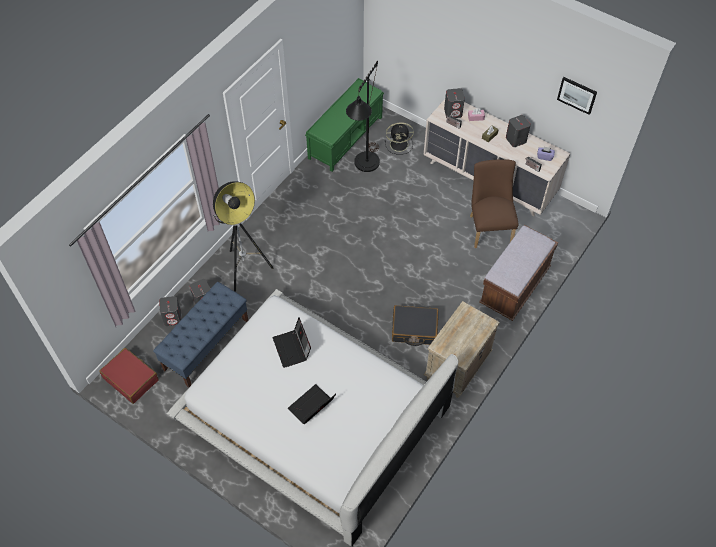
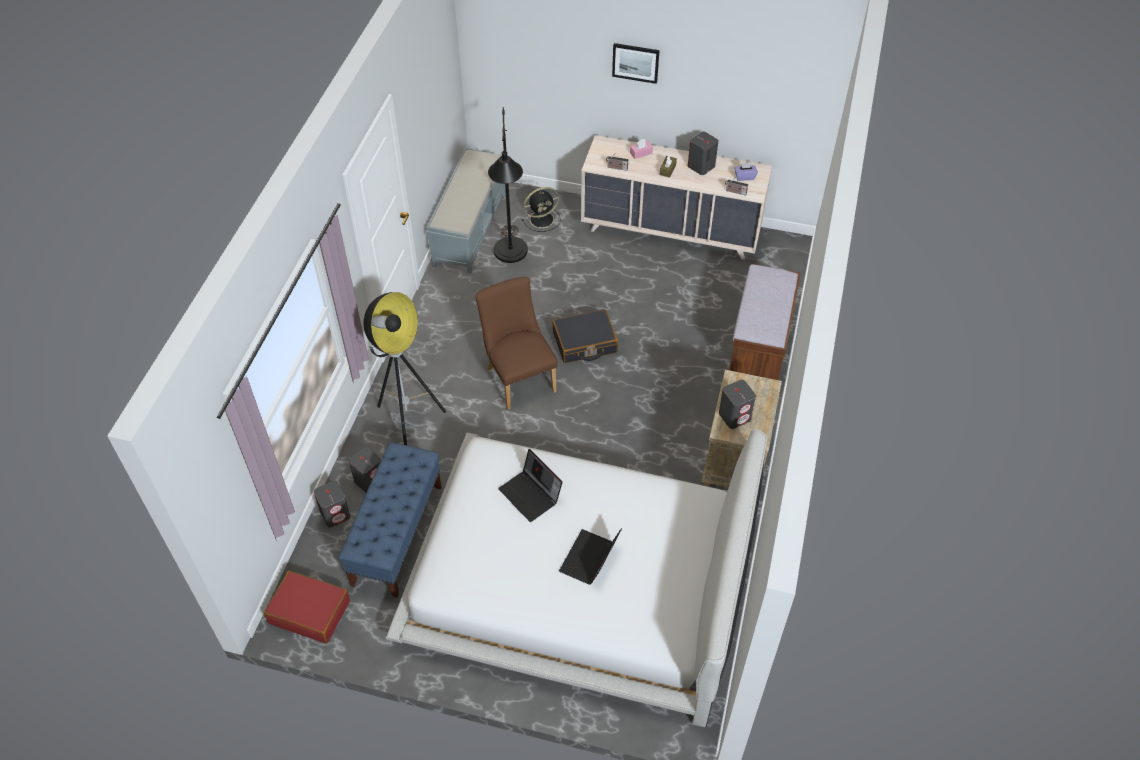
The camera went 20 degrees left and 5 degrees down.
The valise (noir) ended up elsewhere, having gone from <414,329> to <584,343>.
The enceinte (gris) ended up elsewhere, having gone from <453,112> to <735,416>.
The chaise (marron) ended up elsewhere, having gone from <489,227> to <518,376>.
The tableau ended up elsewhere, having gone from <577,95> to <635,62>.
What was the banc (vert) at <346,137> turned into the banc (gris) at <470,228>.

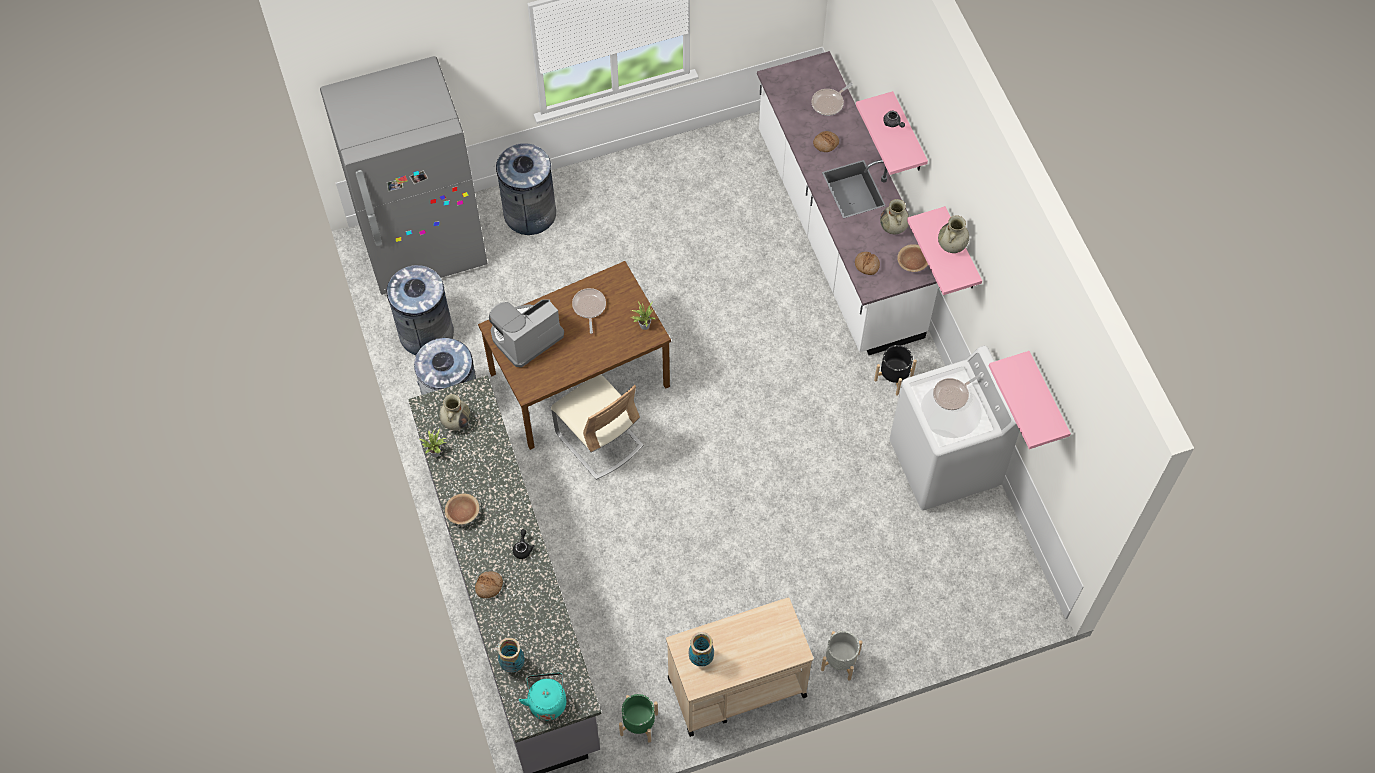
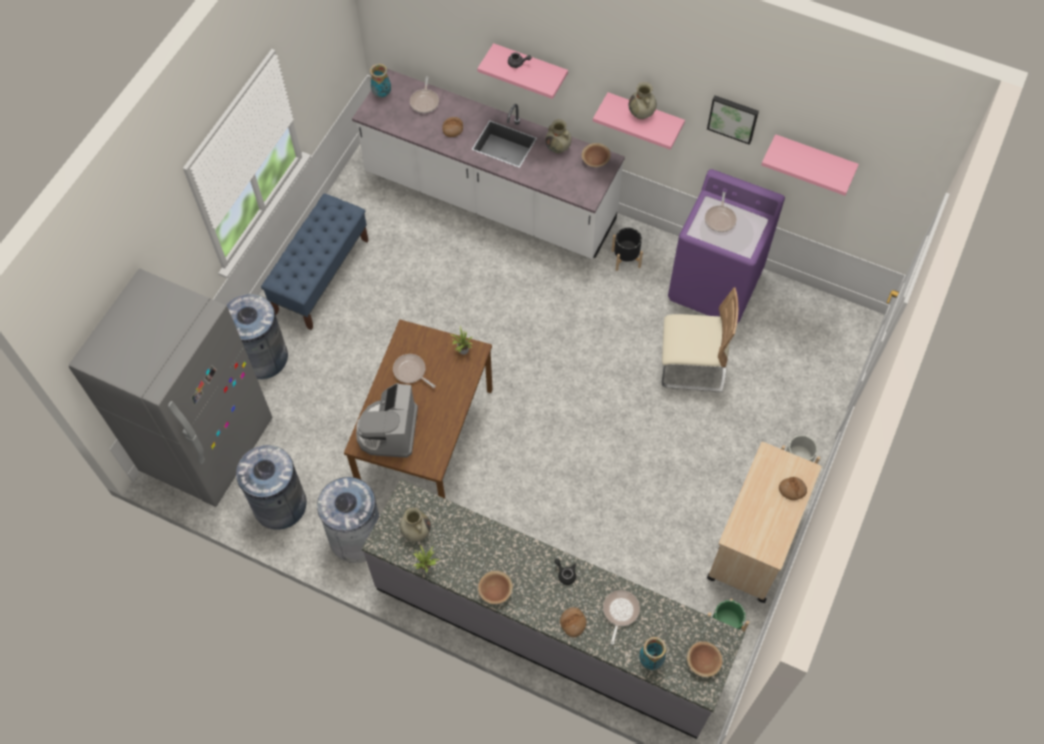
The camera went 45 degrees left and 0 degrees up.
The second view gained the banc (bleu) at <321,276>.
The second view gained the poêle at <620,612>.
The second view gained the tableau at <733,118>.
The chaise (beige) ended up elsewhere, having gone from <599,439> to <692,366>.
The vase ended up elsewhere, having gone from <701,657> to <382,93>.
The pain ended up elsewhere, having gone from <866,265> to <792,490>.
Where the bouilloire (turquoise) stood at <547,701>, the bol (marron) came to stand at <703,661>.
What was the lave-linge (blanc) at <944,464> turned into the lave-linge (violet) at <715,285>.

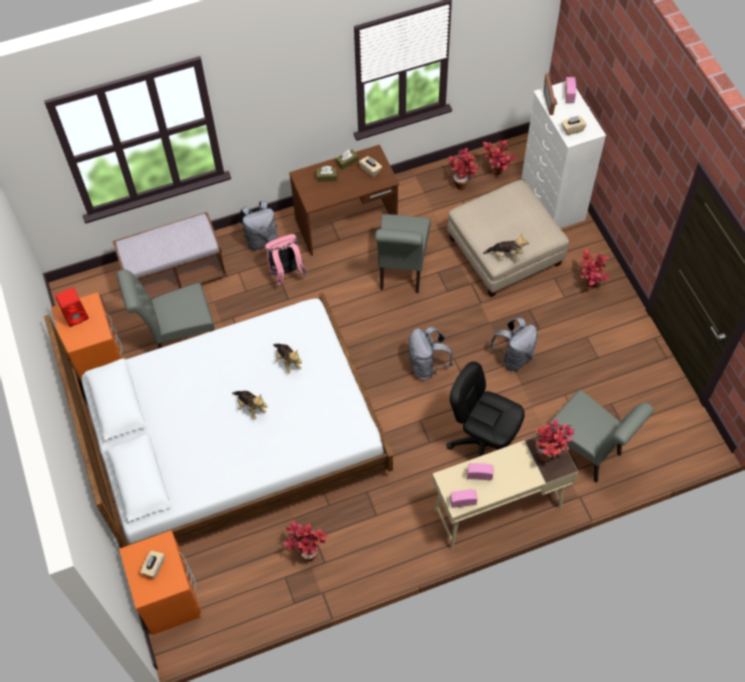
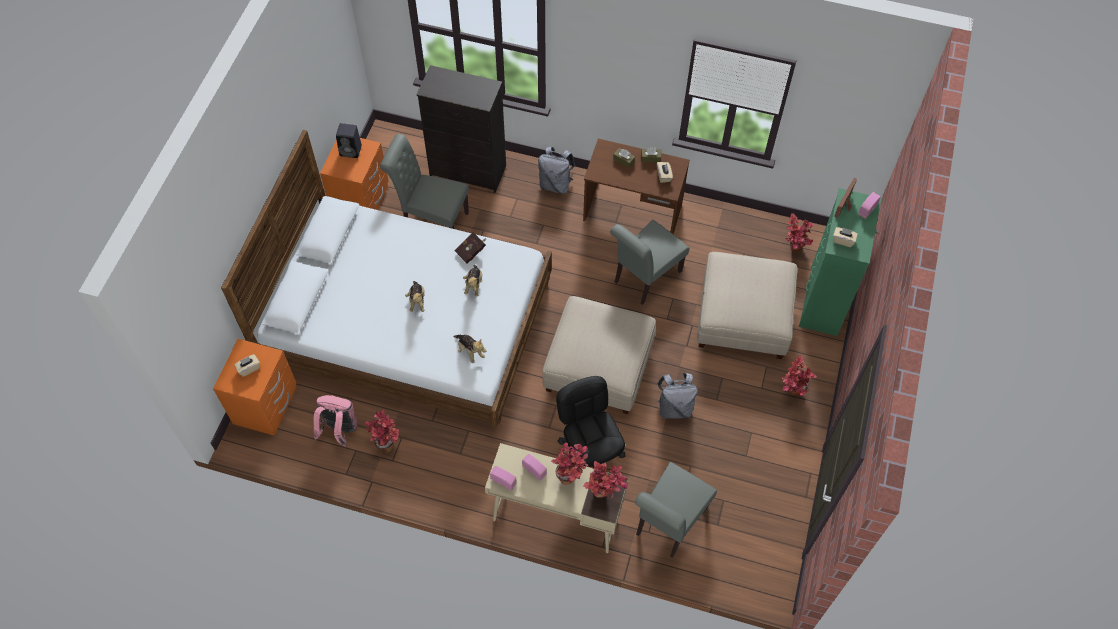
The camera went 35 degrees right and 0 degrees up.
The second view gained the livre (rouge) at <472,251>.
The sac à dos (rose) ended up elsewhere, having gone from <286,273> to <339,430>.
The plante en pot ended up elsewhere, having gone from <462,183> to <571,476>.
The peluche ended up elsewhere, having gone from <505,256> to <470,351>.
Where the banc (marron) stood at <176,276>, the commode (noir) came to stand at <468,172>.
Where the sac à dos (gris) stood at <427,366>, the pouf (beige) came to stand at <598,367>.
What was the enceinte (rouge) at <76,315> turned into the enceinte (noir) at <351,150>.
What was the commode (blanc) at <552,200> turned into the commode (vert) at <823,301>.
The chaise (gris) at <587,452> ended up facing another way, 45 degrees clockwise from before.

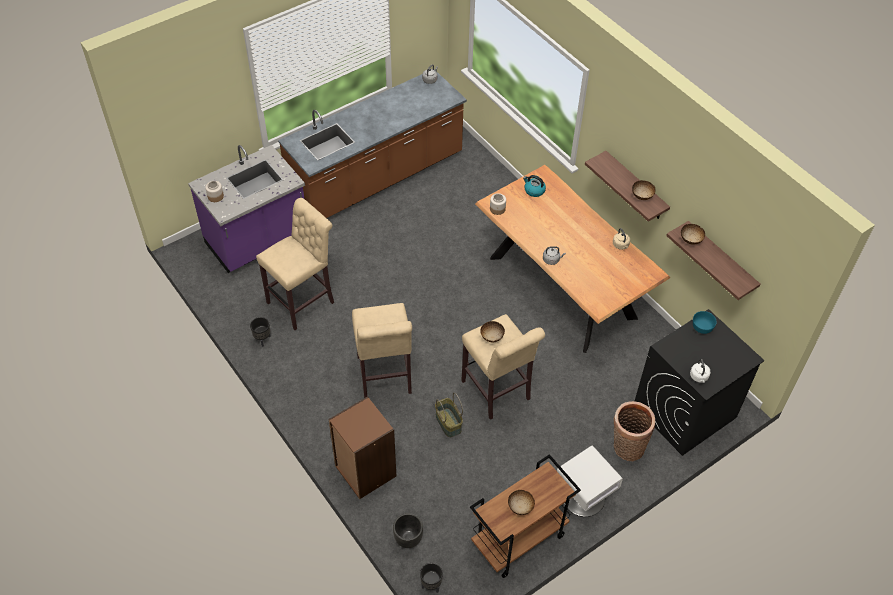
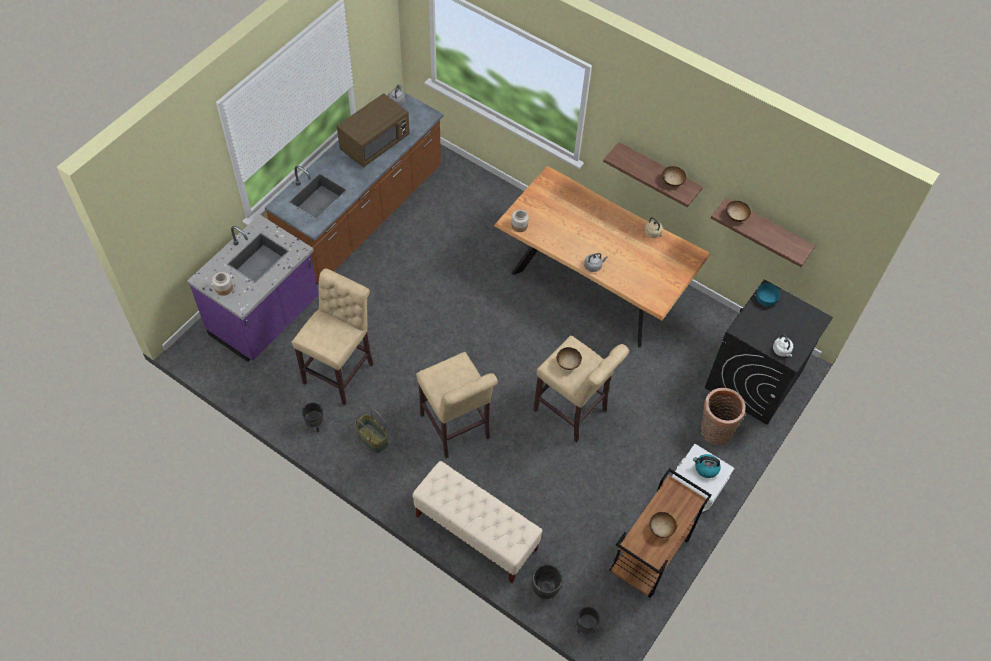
The camera went 20 degrees left and 5 degrees up.
The second view gained the micro-ondes (marron) at <375,143>.
The panier ended up elsewhere, having gone from <447,423> to <371,438>.
The bouilloire ended up elsewhere, having gone from <534,190> to <706,468>.
Where the bibliothèque (marron) stood at <365,471>, the banc (beige) came to stand at <475,532>.

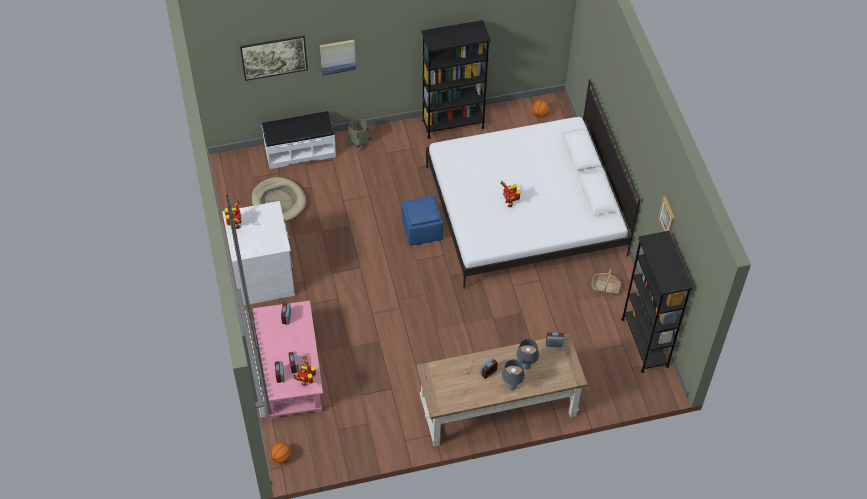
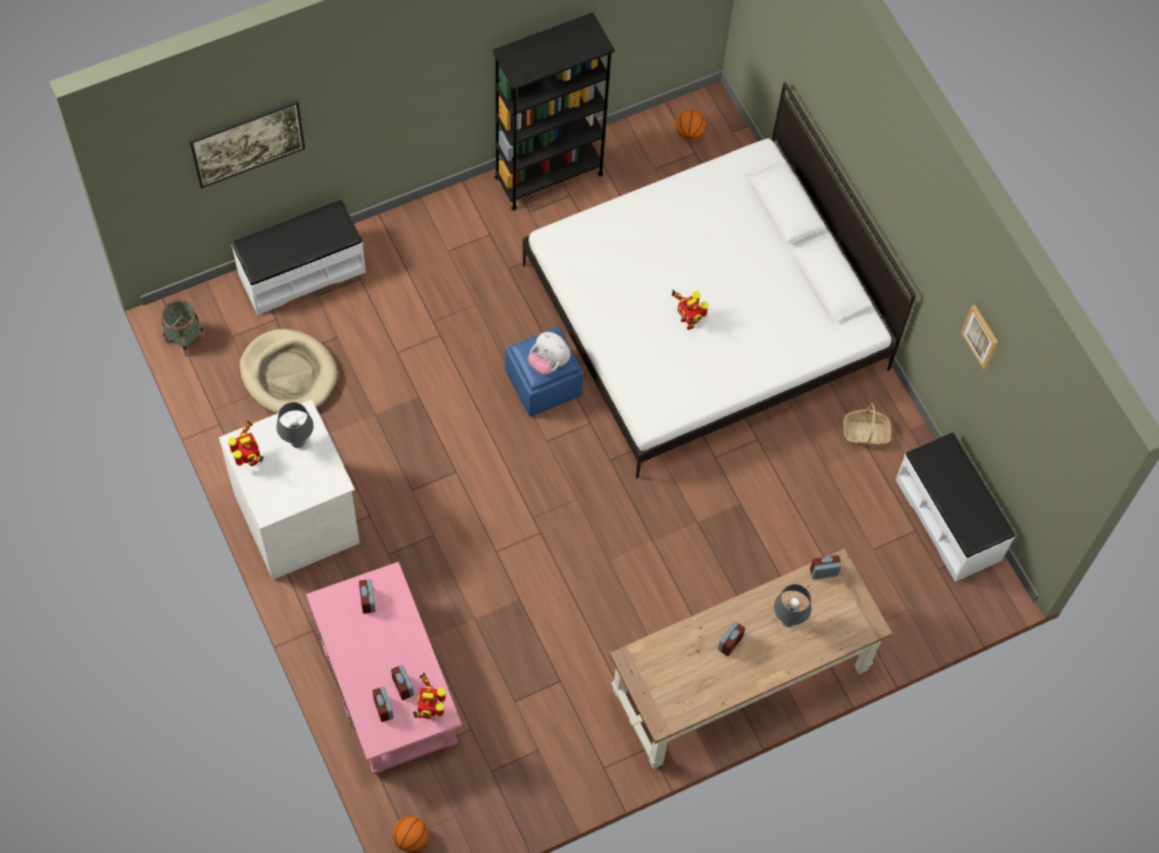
The camera went 15 degrees left and 10 degrees up.
The second view lost the tableau at <337,56>.
The second view gained the peluche at <548,362>.
The panier ended up elsewhere, having gone from <359,143> to <185,338>.
The lampe de table (gris) ended up elsewhere, having gone from <511,386> to <297,442>.
Where the bibliothèque (noir) stood at <644,342>, the banc (blanc) came to stand at <948,519>.

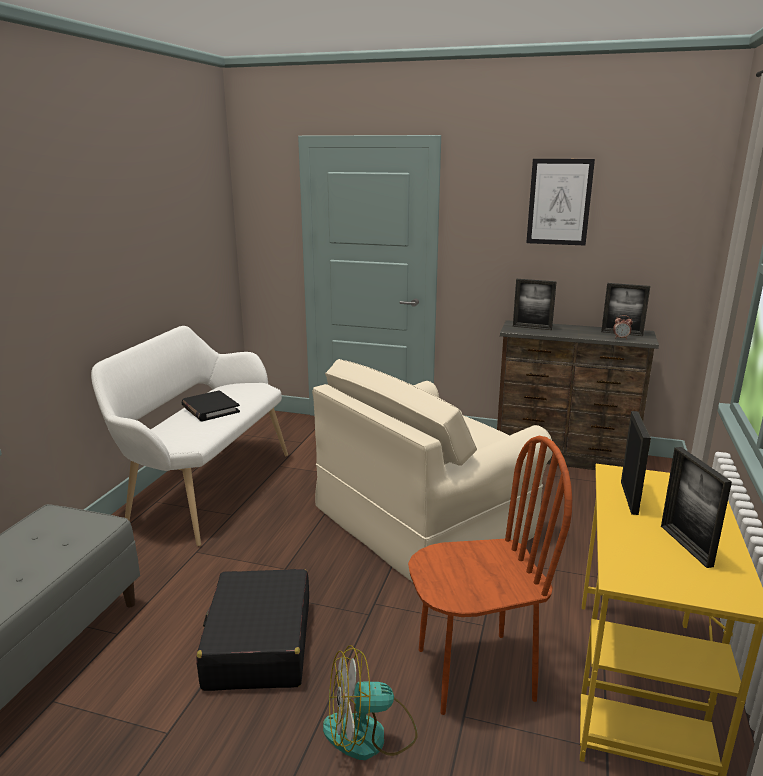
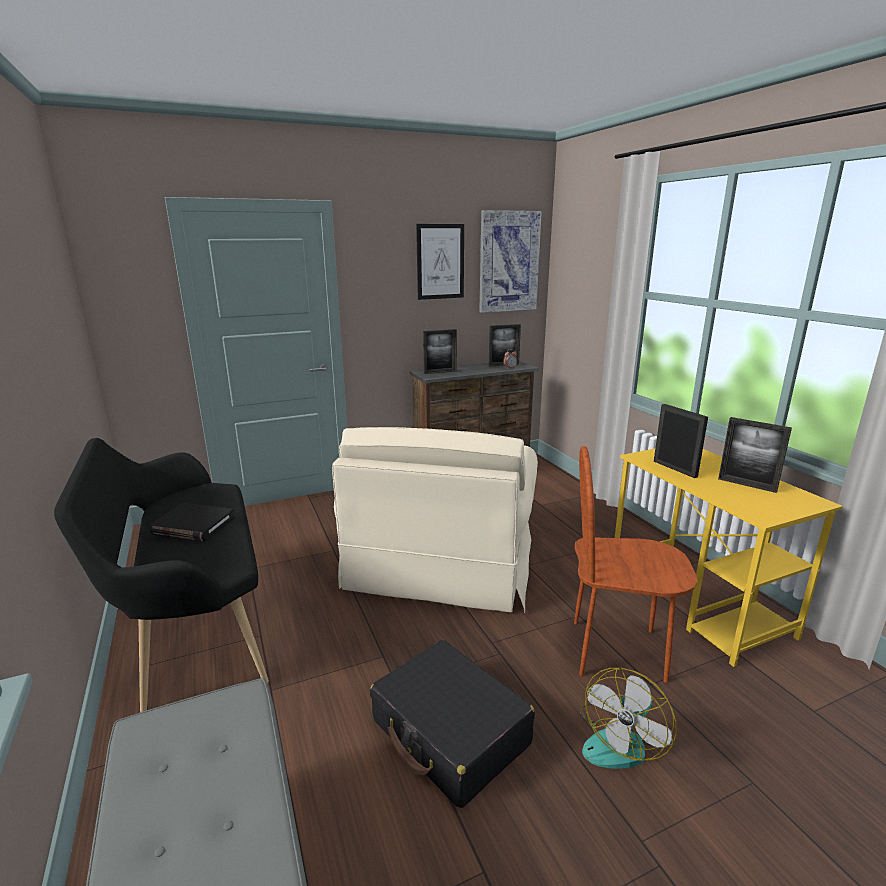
The camera went 40 degrees left and 0 degrees up.
The second view gained the tableau at <508,262>.
What was the banc (blanc) at <205,488> turned into the banc (noir) at <192,624>.
The chaise (marron) at <474,672> ended up facing another way, 120 degrees counterclockwise from before.

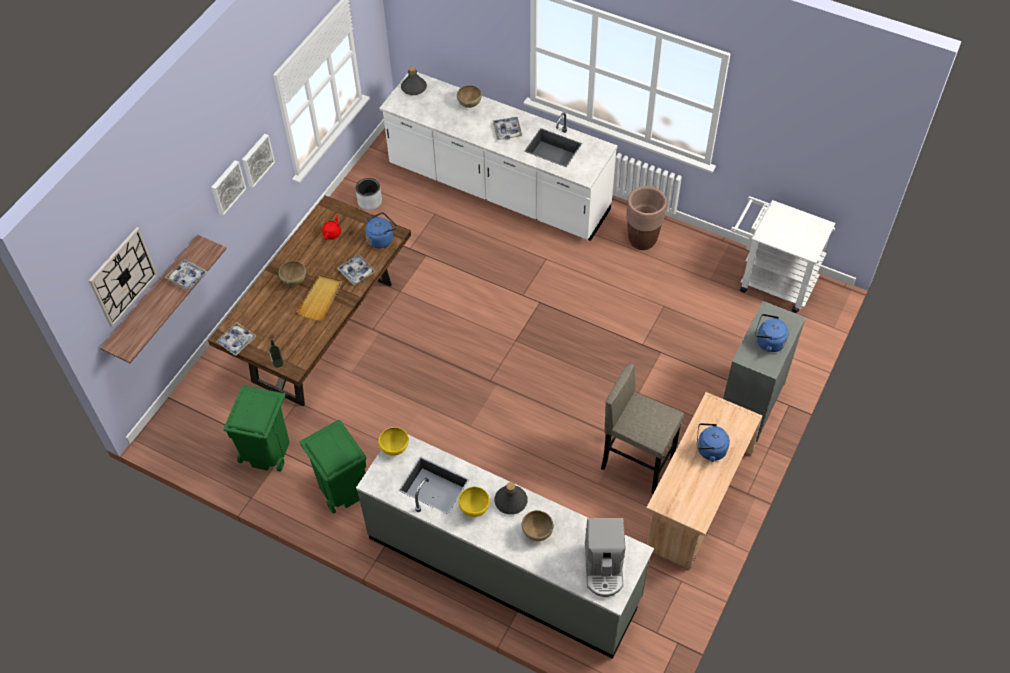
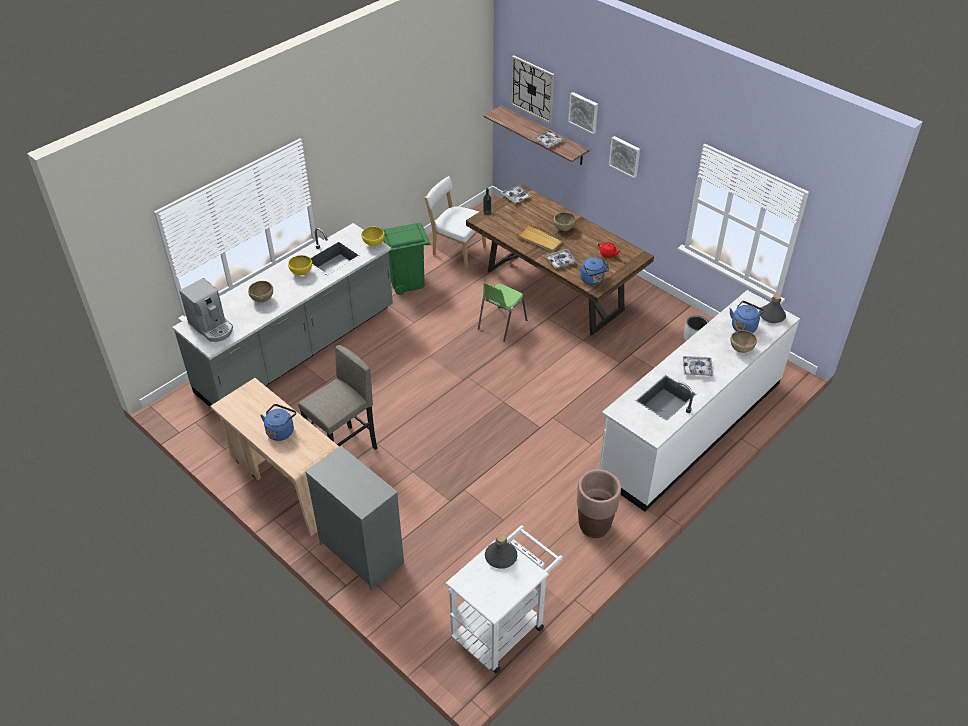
The camera went 105 degrees right and 10 degrees down.
The second view gained the chaise (vert) at <501,324>.
The tableau ended up elsewhere, having gone from <256,160> to <584,112>.
The bouteille (gris) ended up elsewhere, having gone from <510,501> to <501,556>.
The bouilloire (bleu) ended up elsewhere, having gone from <768,342> to <744,326>.
Where the poubelle (vert) stood at <266,451>, the chaise (blanc) came to stand at <456,250>.
The machine à café at <604,568> ended up facing another way, 150 degrees counterclockwise from before.

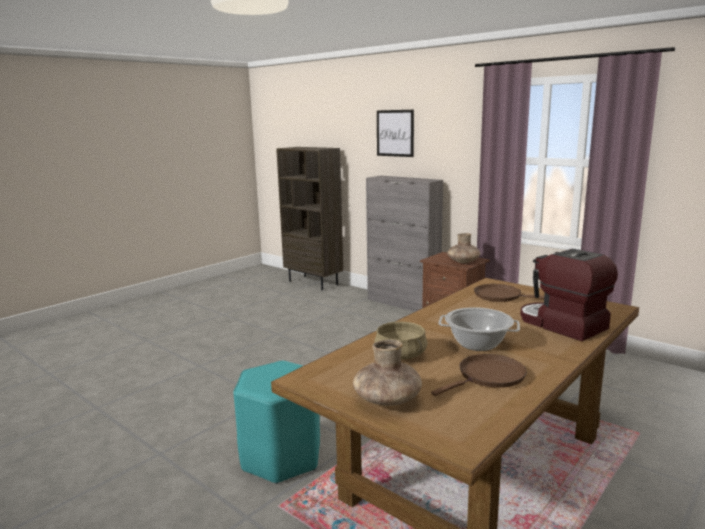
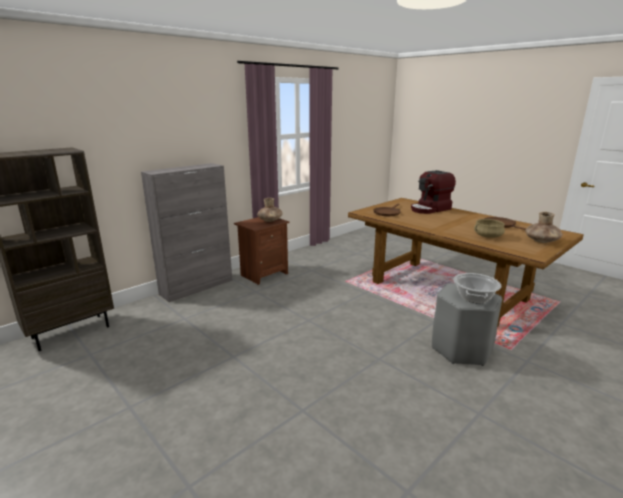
The camera went 85 degrees left and 5 degrees up.
The second view lost the tableau at <395,133>.
The marmite ended up elsewhere, having gone from <477,343> to <474,298>.
What was the tabouret (turquoise) at <281,457> turned into the tabouret (gris) at <461,349>.

